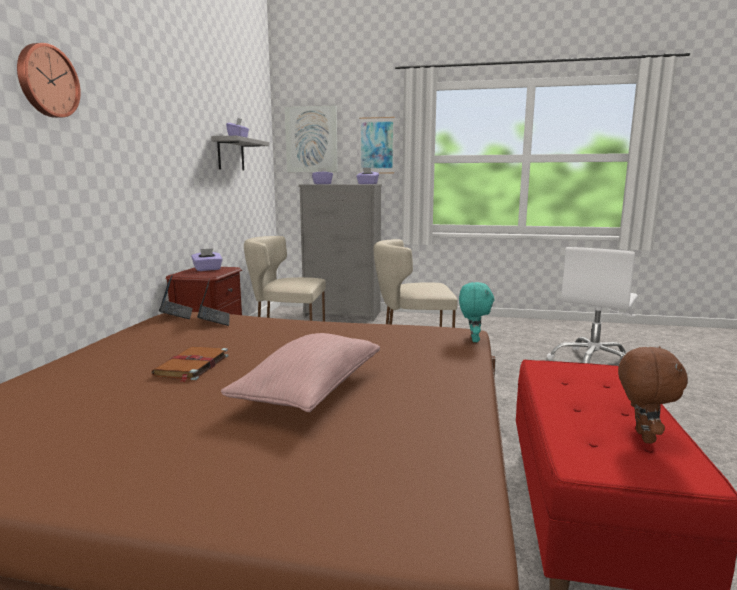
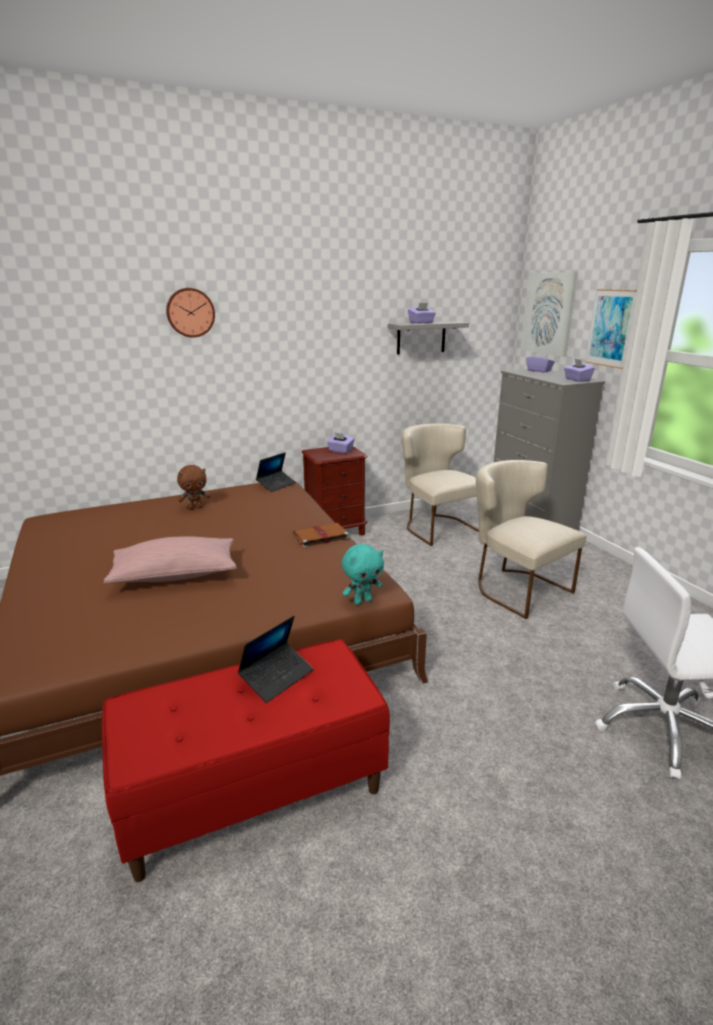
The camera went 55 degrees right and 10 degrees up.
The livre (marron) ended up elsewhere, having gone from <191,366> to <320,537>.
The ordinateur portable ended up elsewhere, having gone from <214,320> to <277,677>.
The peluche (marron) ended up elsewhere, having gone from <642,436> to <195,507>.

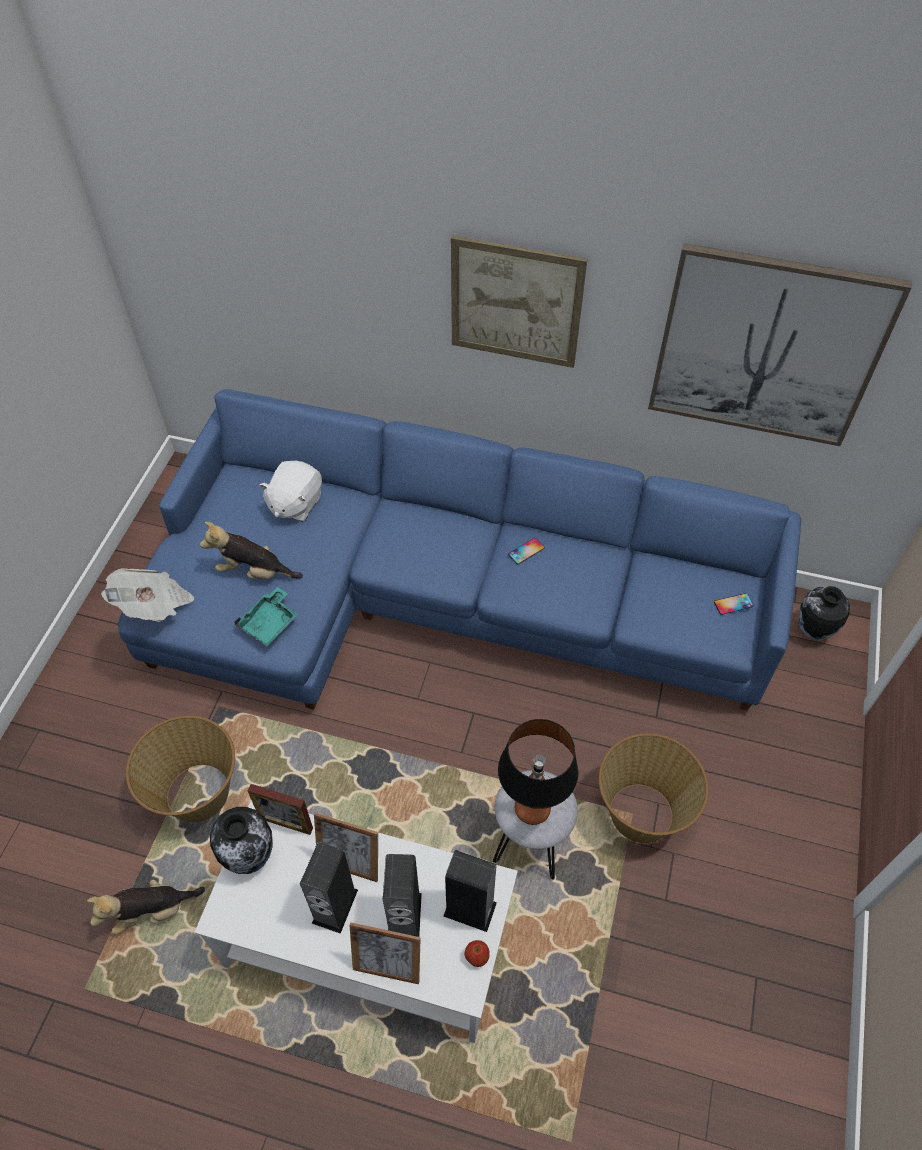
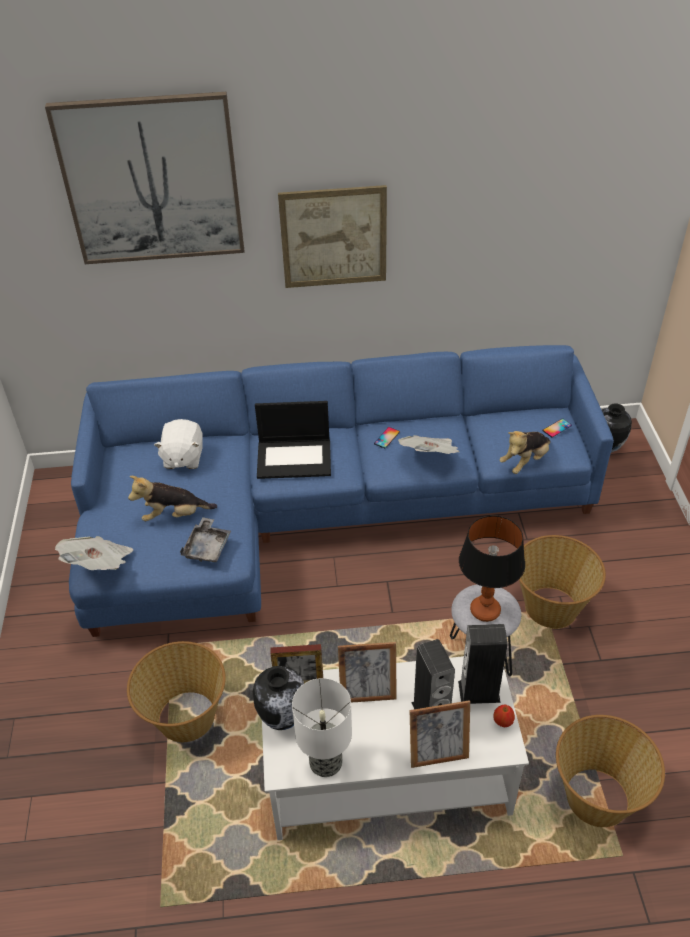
The camera went 20 degrees left and 10 degrees down.
The second view lost the enceinte at <335,906>.
The second view gained the ordinateur portable at <295,458>.
The second view gained the lampe de table at <326,763>.
The second view gained the journal at <430,456>.
The second view gained the panier at <597,797>.
The peluche ended up elsewhere, having gone from <152,912> to <525,461>.
The tableau ended up elsewhere, having gone from <767,347> to <151,180>.
What was the plateau (turquoise) at <270,623> turned into the plateau (gris) at <207,547>.

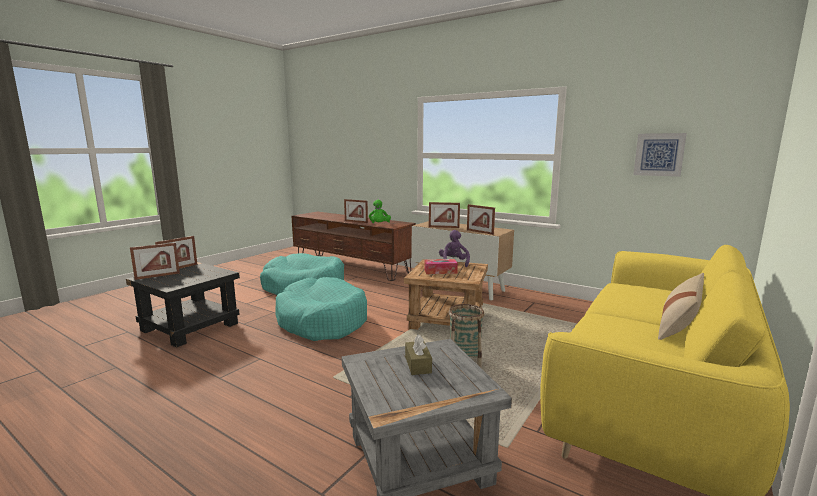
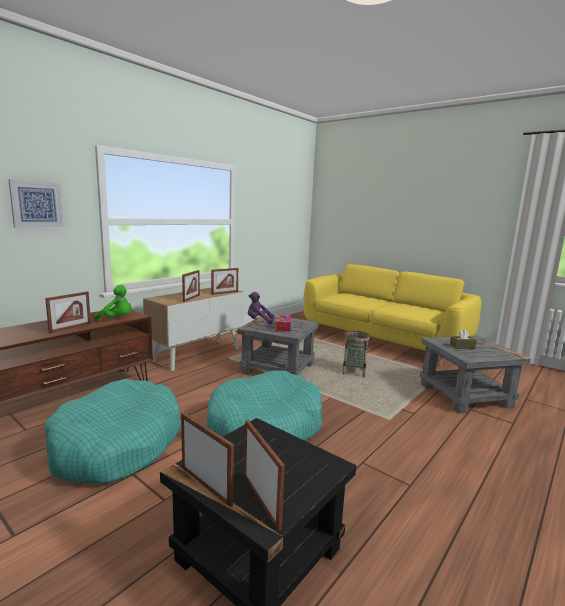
The camera went 85 degrees left and 0 degrees up.
The second view lost the coussin (beige) at <679,325>.
The tableau ended up elsewhere, having gone from <659,154> to <36,204>.
What was the table d'appoint (marron) at <447,320> turned into the table d'appoint (gris) at <277,368>.

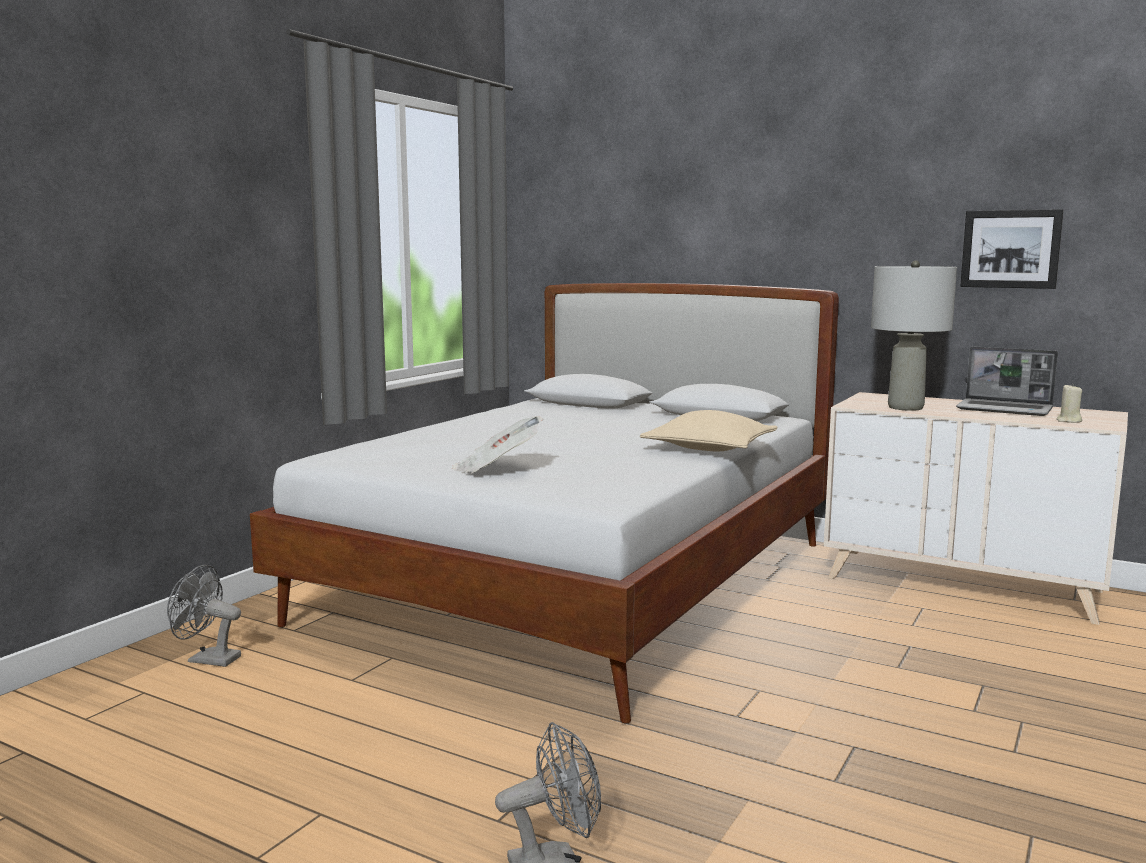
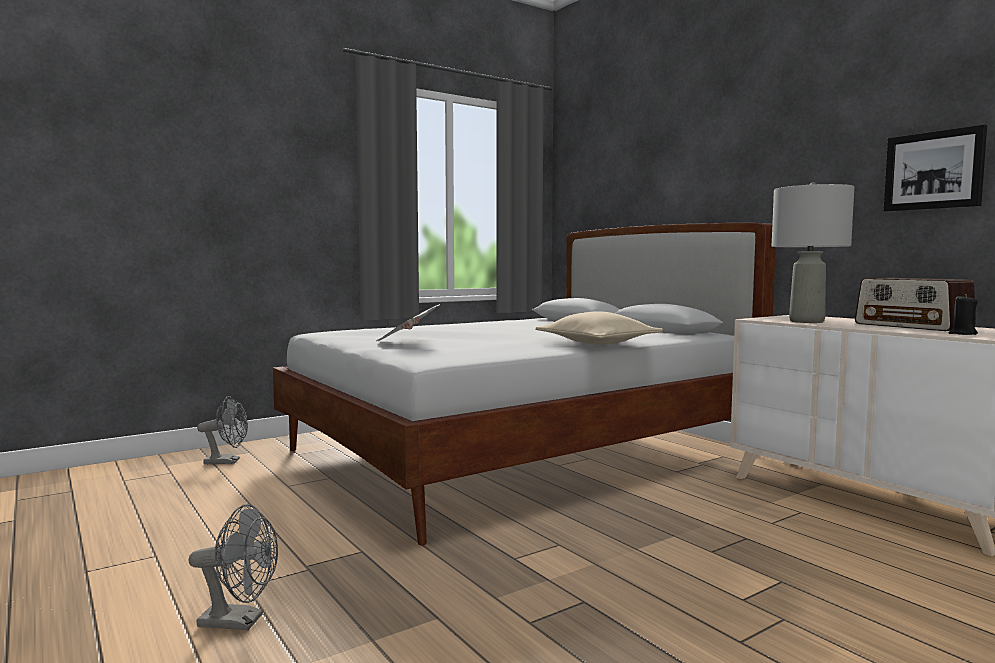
The camera went 25 degrees right and 5 degrees down.
Where the ordinateur portable stood at <1005,409>, the radio came to stand at <913,326>.
What was the bougie (beige) at <1068,421> turned into the bougie (noir) at <962,334>.
The ventilateur (gris) at <207,659> ended up facing another way, 135 degrees clockwise from before.

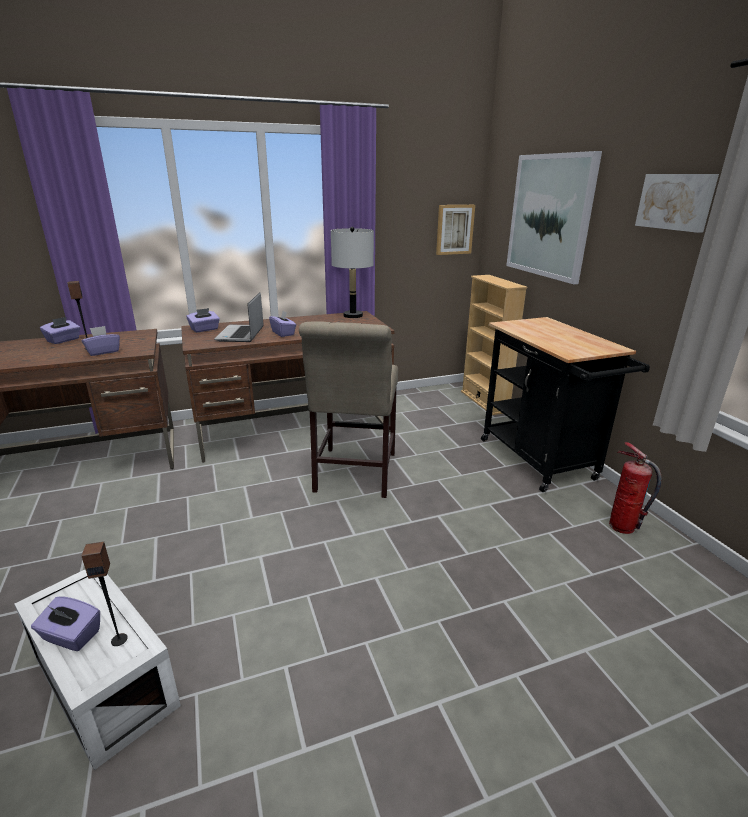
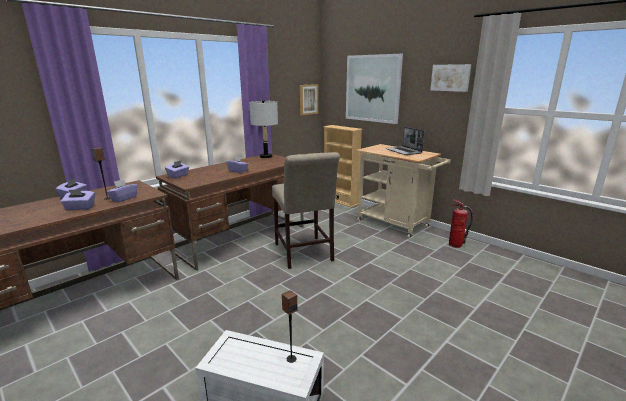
The camera went 25 degrees left and 5 degrees down.
The boîte à mouchoirs (violet) ended up elsewhere, having gone from <71,636> to <80,208>.
The ordinateur portable ended up elsewhere, having gone from <241,334> to <404,151>.
What was the chariot (noir) at <542,463> turned into the chariot (beige) at <396,225>.

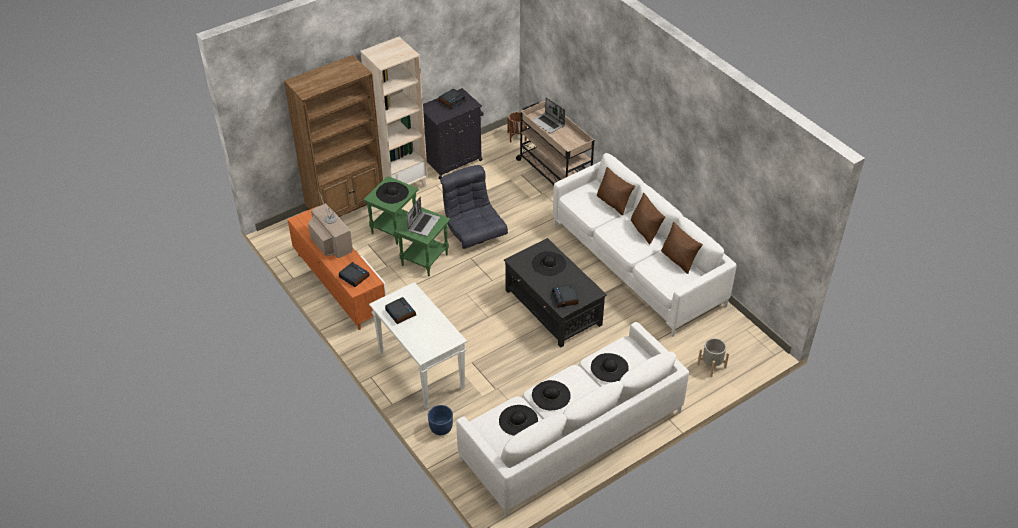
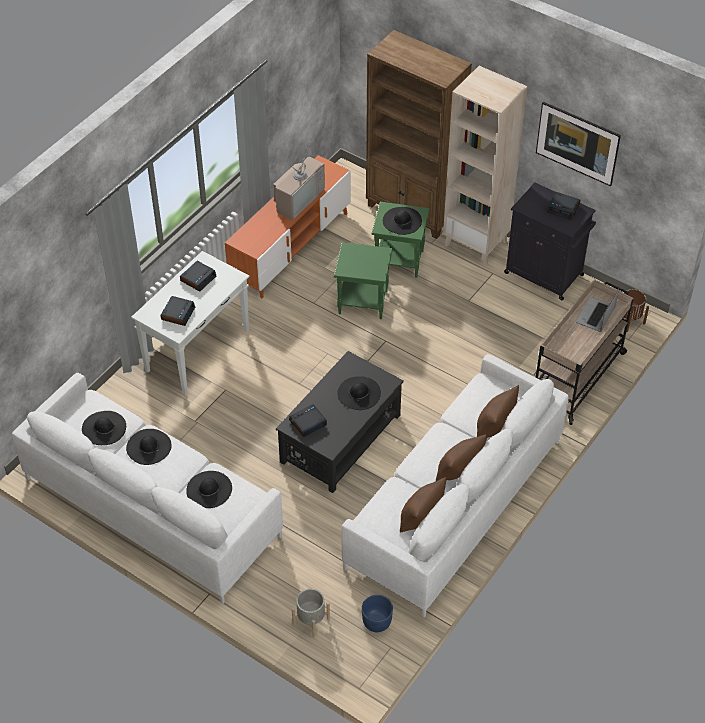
The camera went 70 degrees right and 5 degrees up.
The second view lost the ordinateur portable at <423,224>.
The second view lost the fauteuil (gris) at <474,232>.
The second view gained the tableau at <575,156>.
The réveil ended up elsewhere, having gone from <354,277> to <178,313>.
The cache-pot (bleu) ended up elsewhere, having gone from <441,428> to <376,622>.

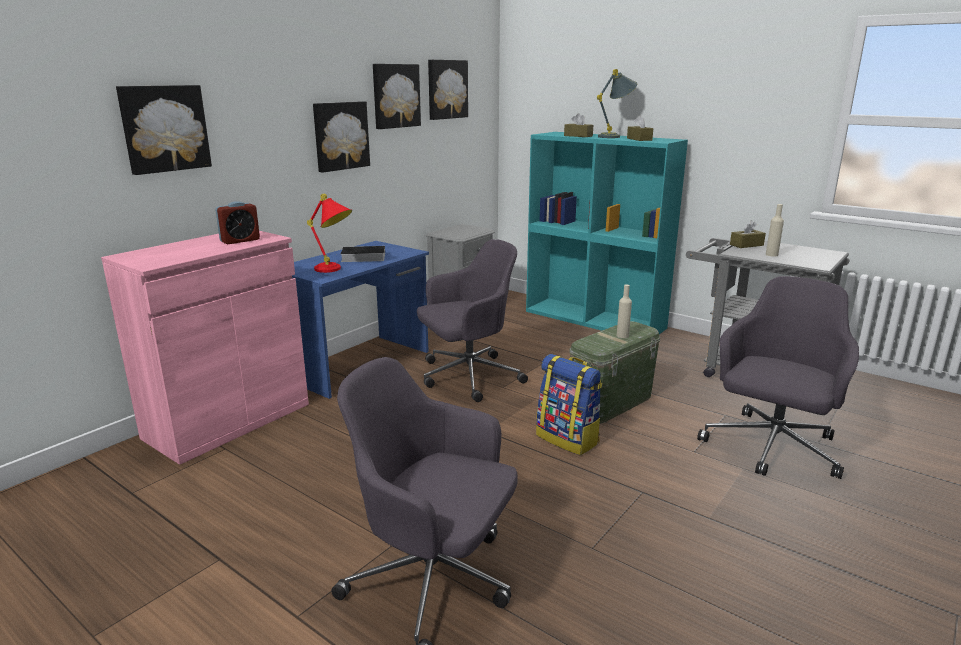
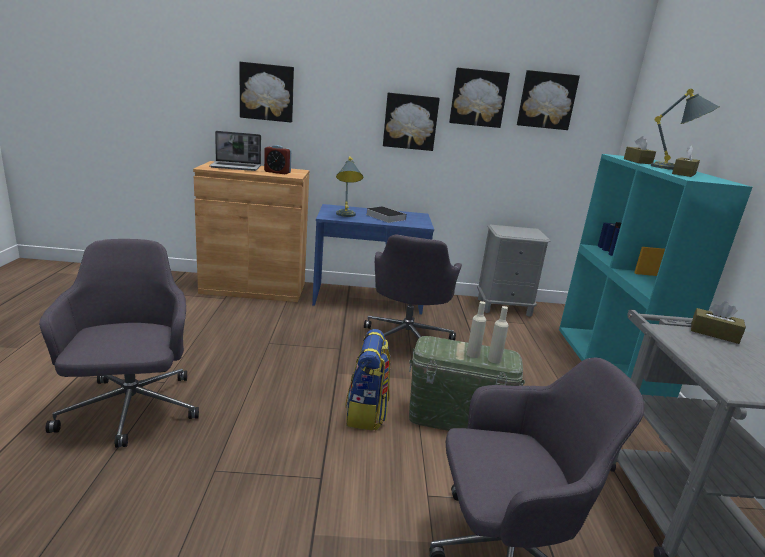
The camera went 50 degrees right and 0 degrees up.
The second view gained the ordinateur portable at <236,167>.
The bouteille (beige) ended up elsewhere, having gone from <771,255> to <494,360>.
What was the meuble de rangement (rose) at <228,421> turned into the meuble de rangement (marron) at <253,288>.
What was the lampe de table (rouge) at <335,270> turned into the lampe de table (gris) at <346,216>.
The chaise de bureau (gris) at <468,377> ended up facing another way, 75 degrees clockwise from before.

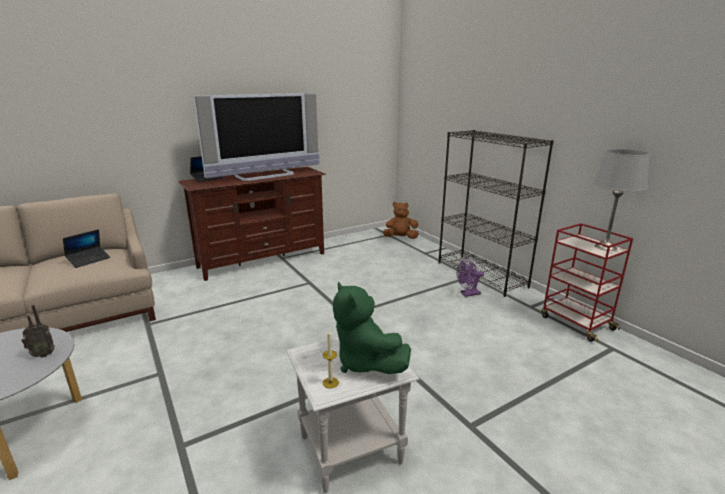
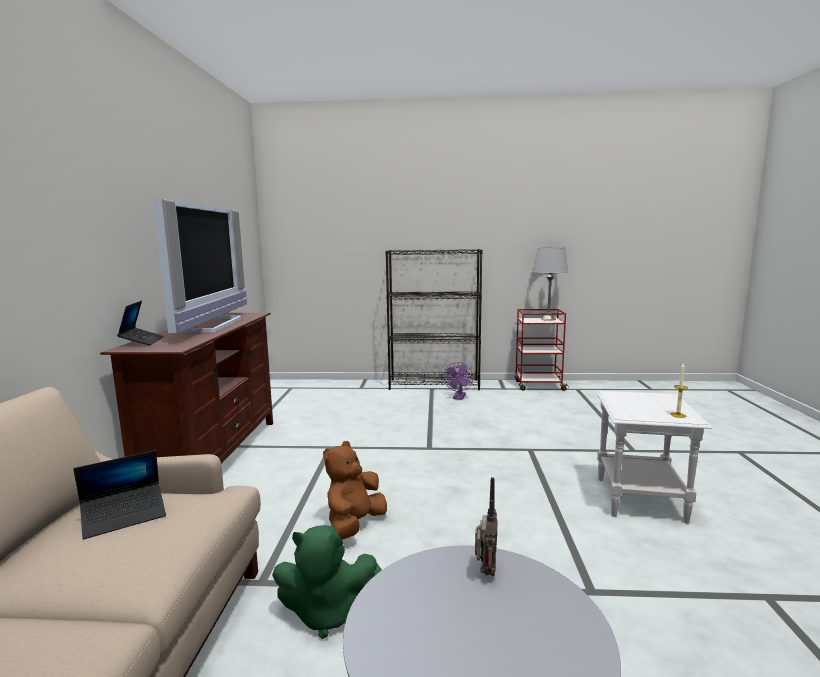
The camera went 55 degrees left and 10 degrees down.
The peluche (vert) ended up elsewhere, having gone from <365,362> to <328,613>.
The peluche (marron) ended up elsewhere, having gone from <400,238> to <354,525>.
The ordinateur portable at <89,260> ended up facing another way, 75 degrees clockwise from before.

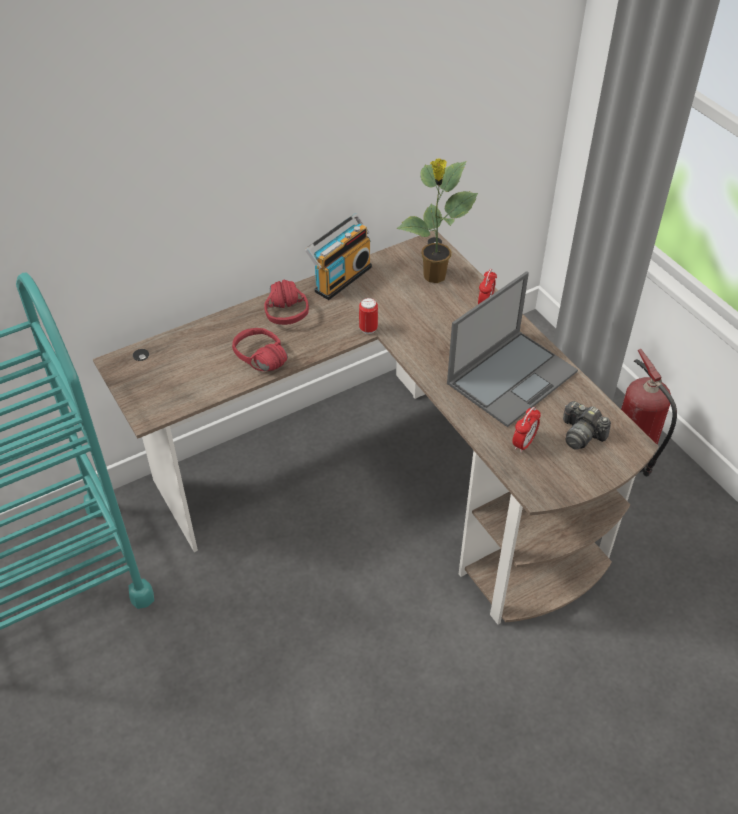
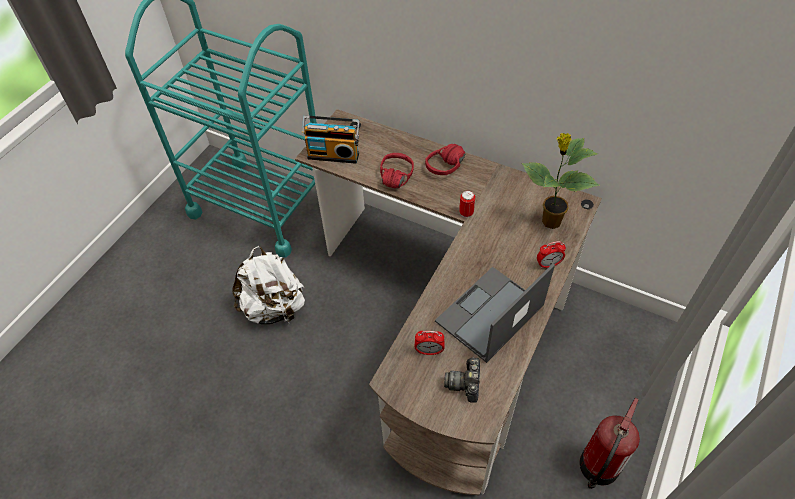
The camera went 60 degrees right and 5 degrees up.
The second view gained the sac à dos (blanc) at <274,308>.
The radio ended up elsewhere, having gone from <340,278> to <334,154>.
The ordinateur portable at <512,376> ended up facing another way, 120 degrees clockwise from before.

